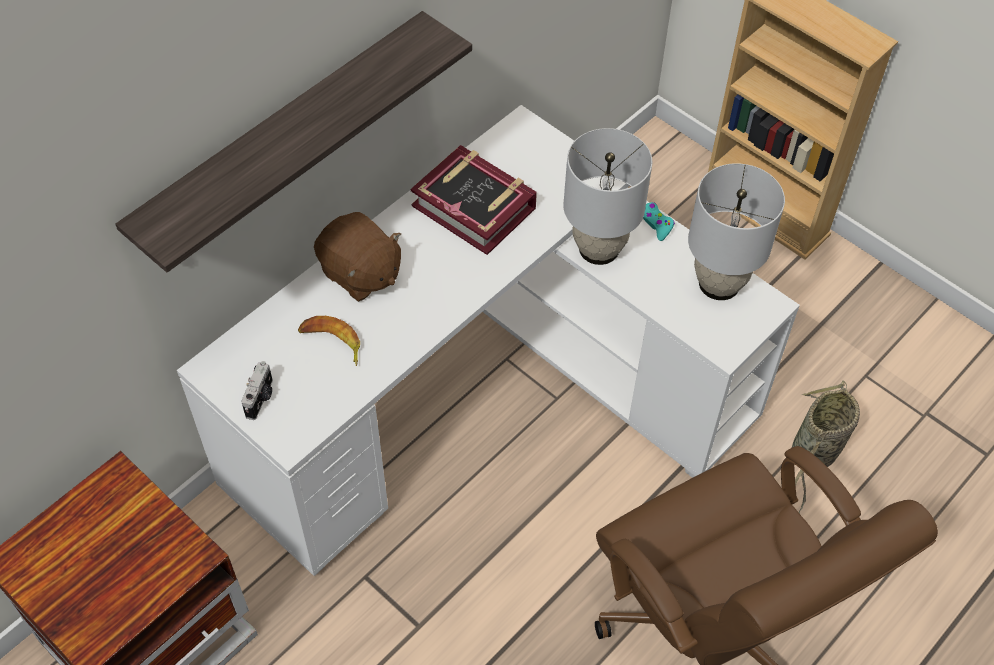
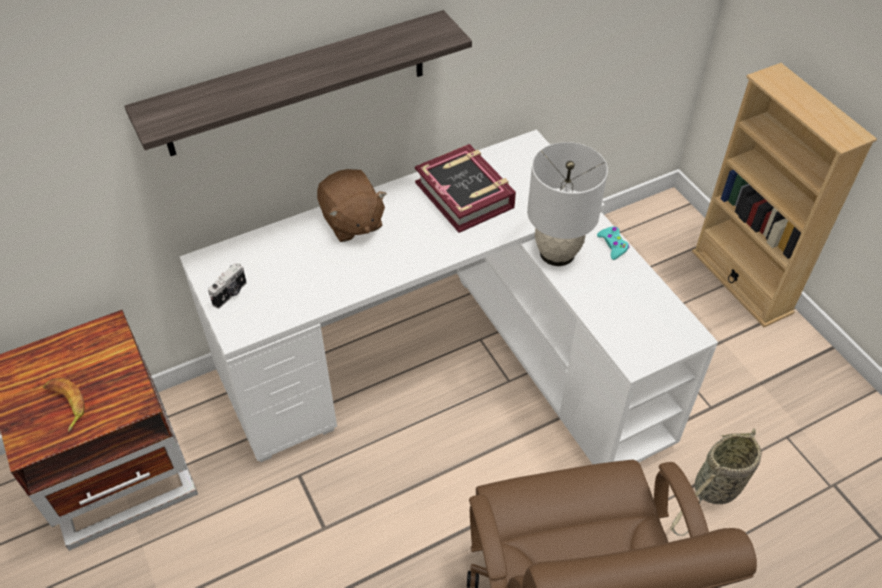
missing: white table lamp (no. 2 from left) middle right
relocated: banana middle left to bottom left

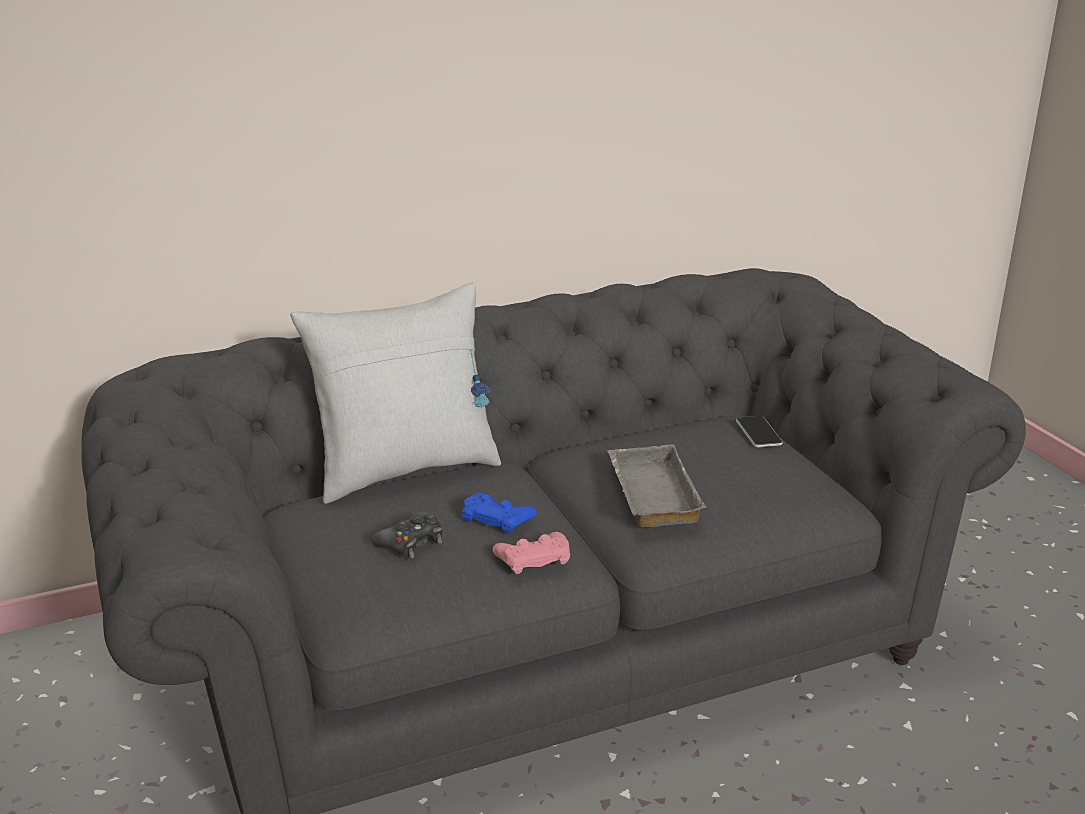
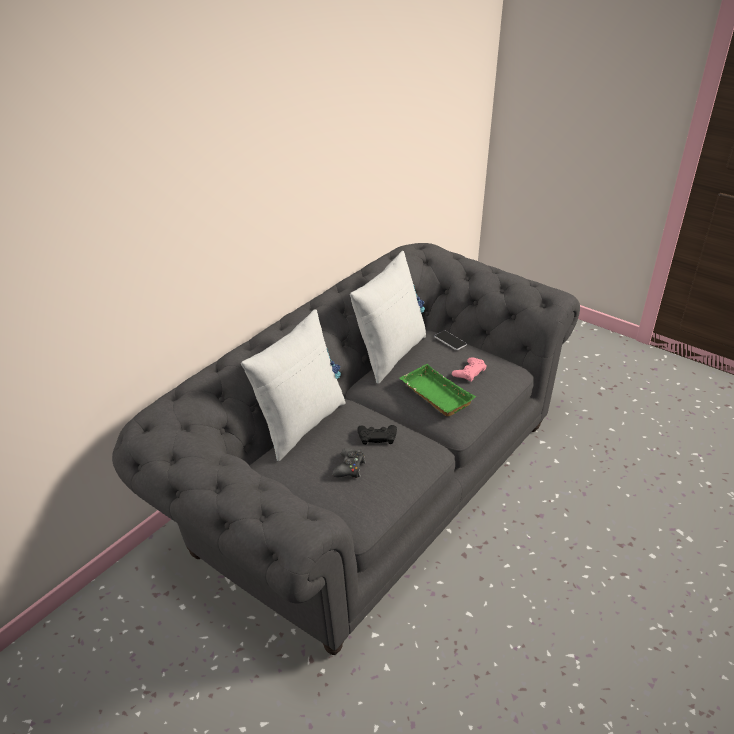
appeared: grey pillow (no. 2 from left) centre
relocated: pink game controller bottom centre to centre
colour: grey tray centre to green tray centre; blue game controller centre to black game controller (no. 2 from left) centre

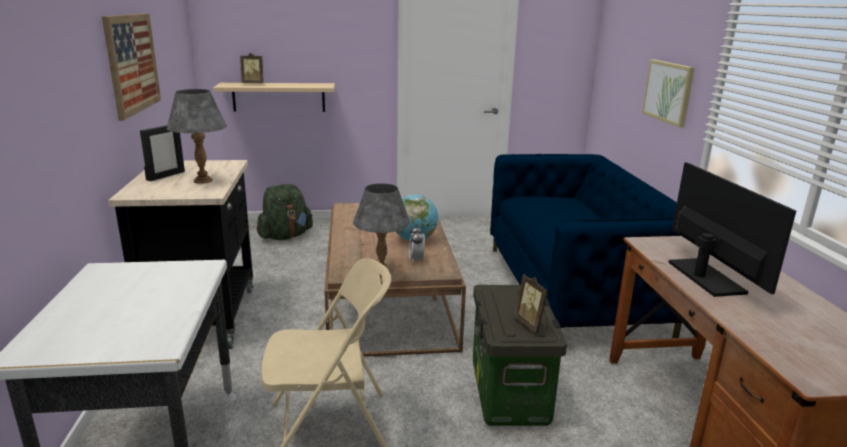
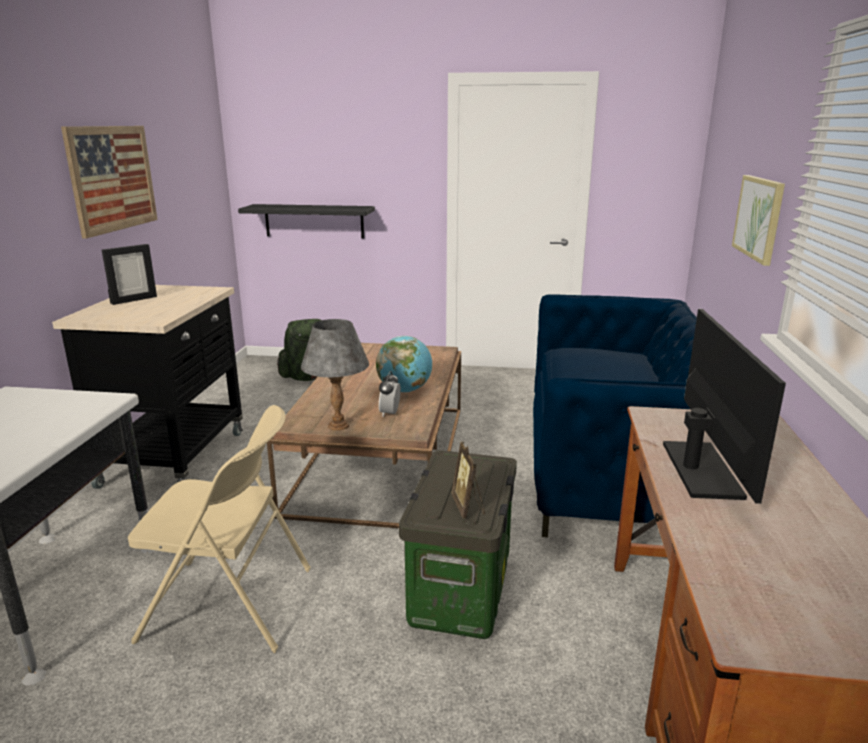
missing: picture frame (no. 2 from left) top left; grey table lamp (no. 1 from left) top left
colour: beige shelf top left to black shelf top centre

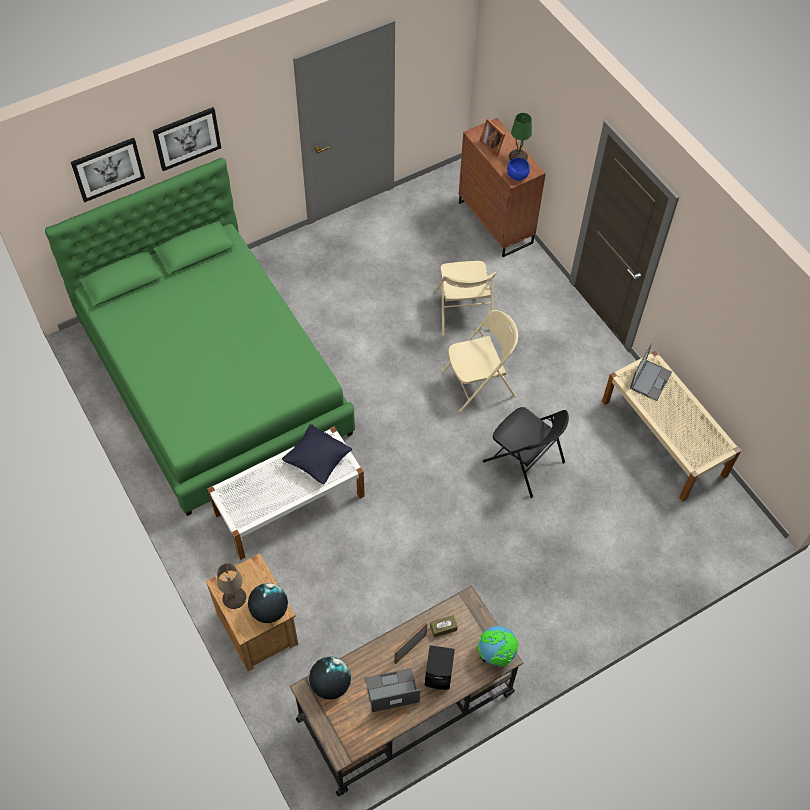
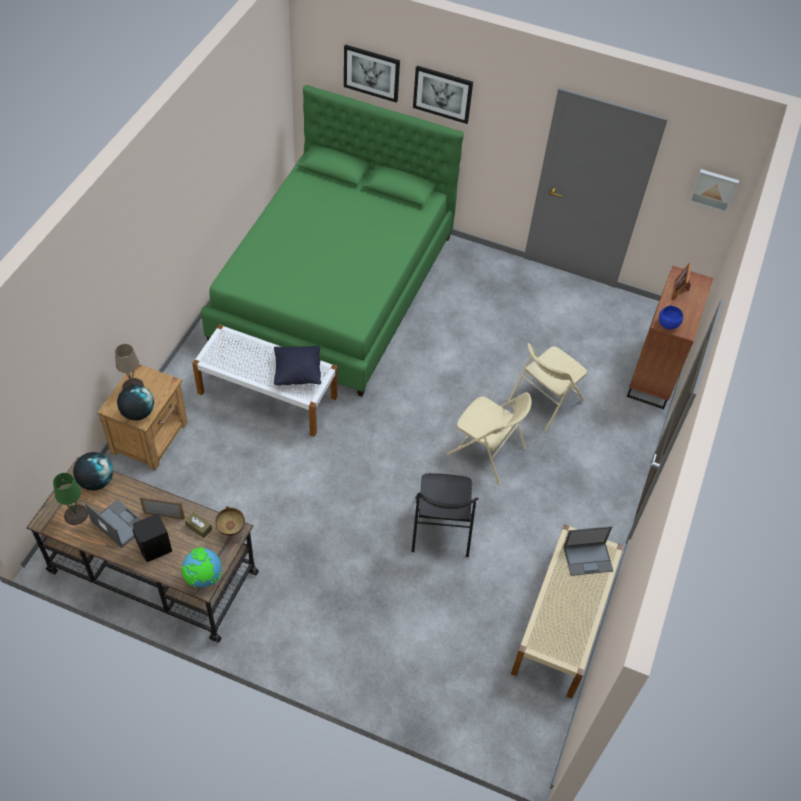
appeared: picture (no. 3 from left) top right; brown bowl middle left
relocated: green table lamp top centre to middle left

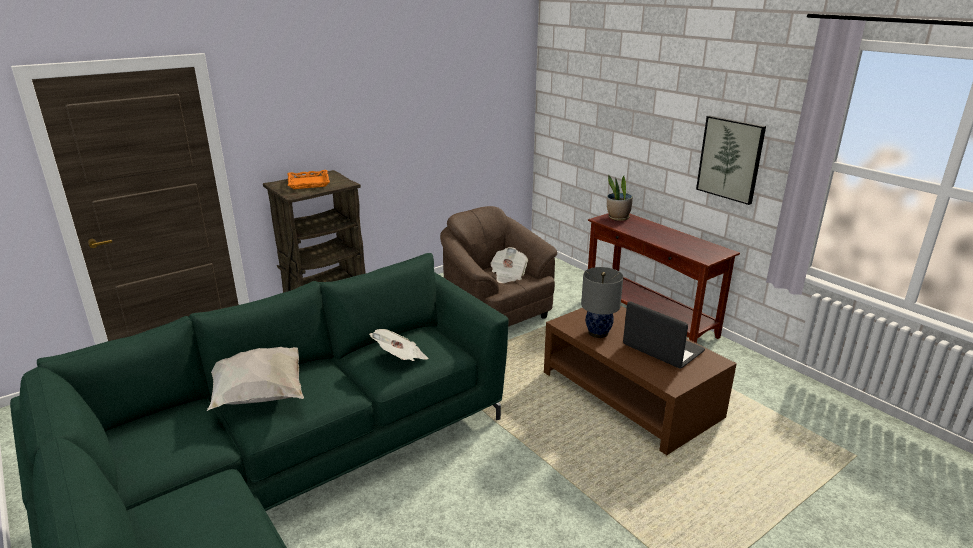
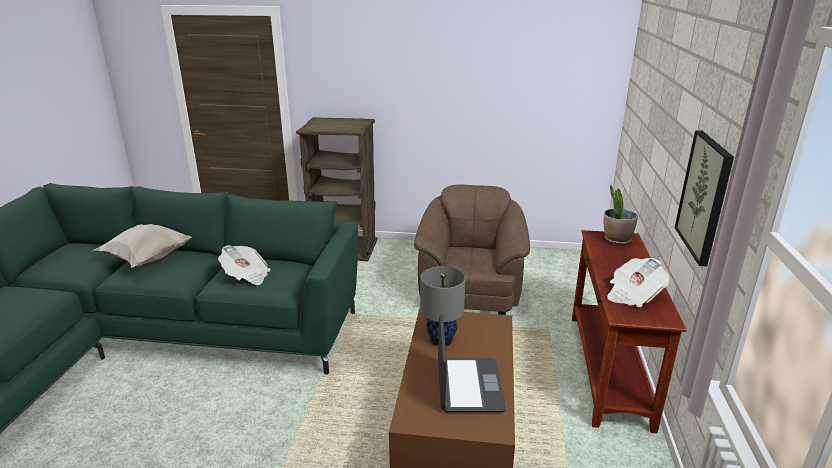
missing: orange tray top left
relocated: newspaper (no. 2 from left) centre to middle right

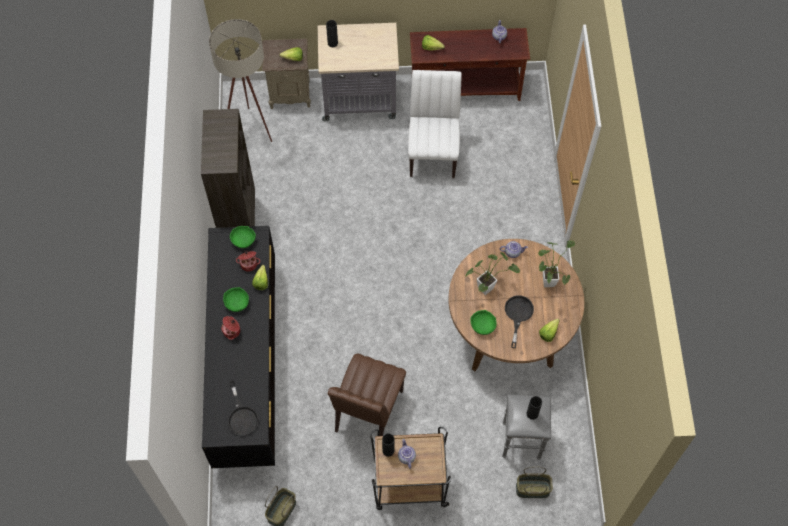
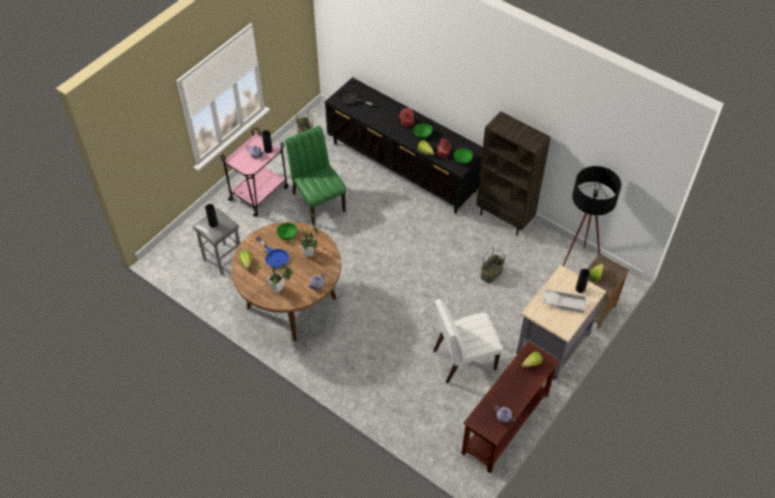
appeared: white tray middle right
relocated: basket (no. 2 from left) bottom right to centre
colour: beige floor lamp top left to black floor lamp middle right; black frying pan (no. 2 from left) centre to blue frying pan centre; brown chair bottom centre to green chair centre; brown cart bottom centre to pink cart middle left
spun: white chair top centre = bottom centre 120 degrees clockwise

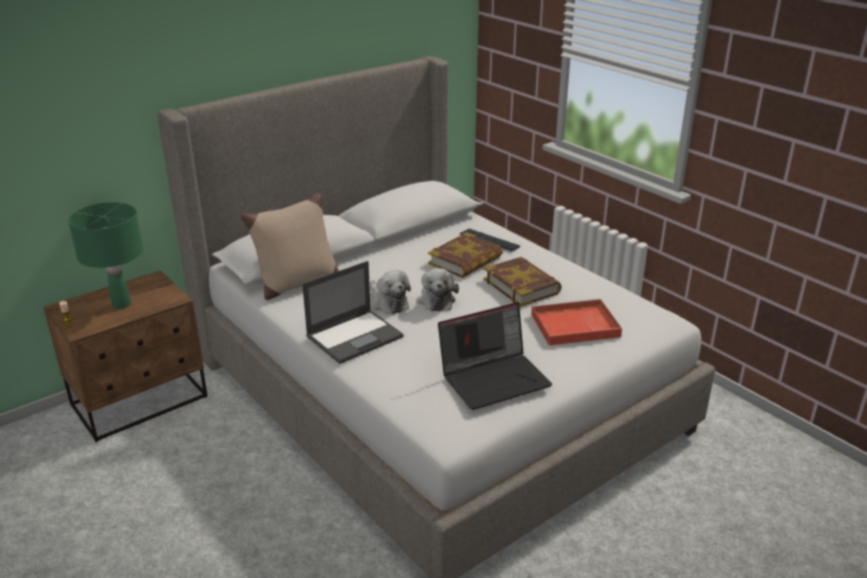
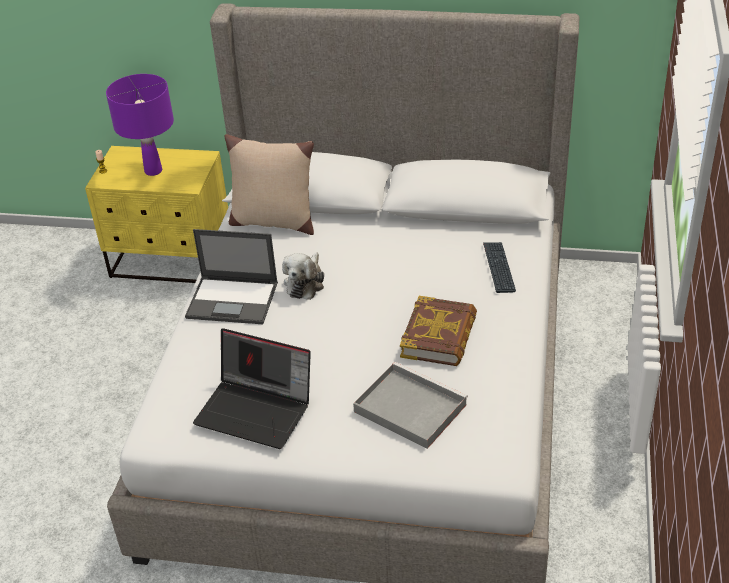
missing: book (no. 1 from left) centre; plush toy (no. 2 from left) centre
colour: green table lamp middle left to purple table lamp top left; brown nightstand middle left to yellow nightstand middle left; red tray centre to grey tray bottom centre

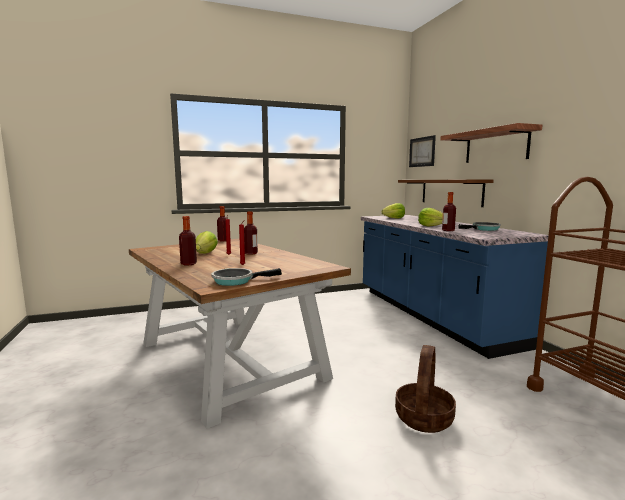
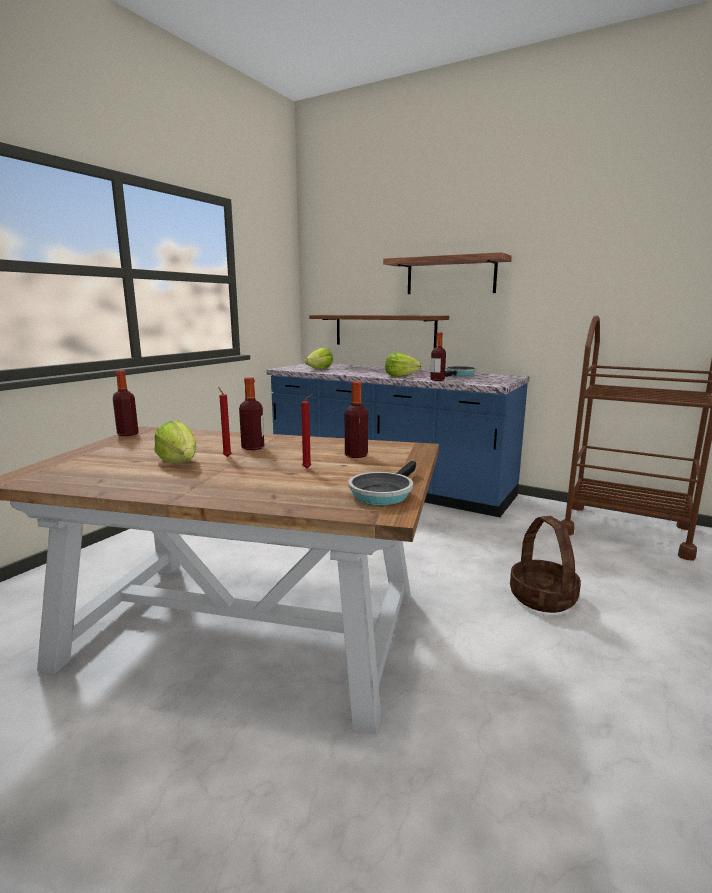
missing: picture top right
relocated: bottle (no. 1 from left in the first image) middle left to bottle (no. 3 from left) centre

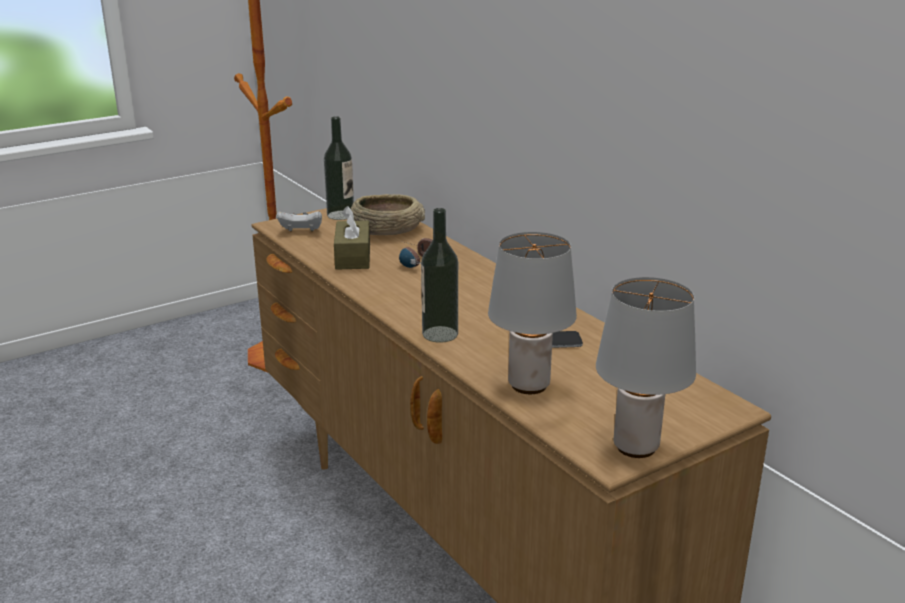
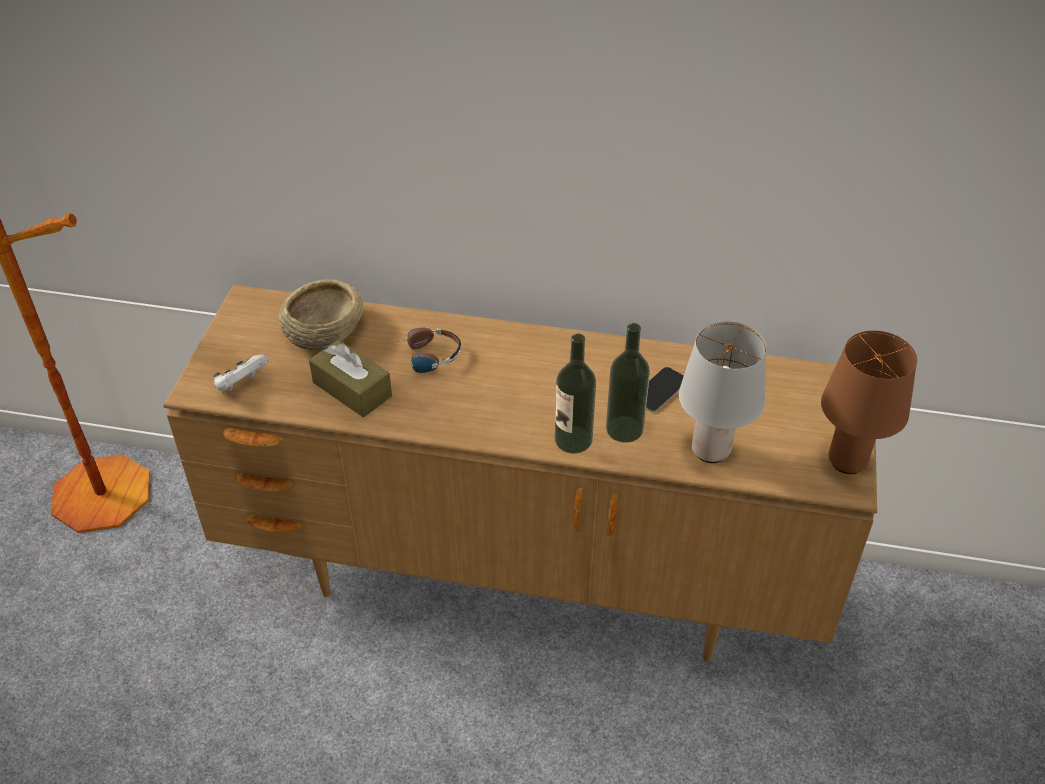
relocated: bottle (no. 1 from left in the first image) top centre to bottle (no. 2 from left) centre
colour: grey table lamp (no. 2 from left) middle right to brown table lamp middle right

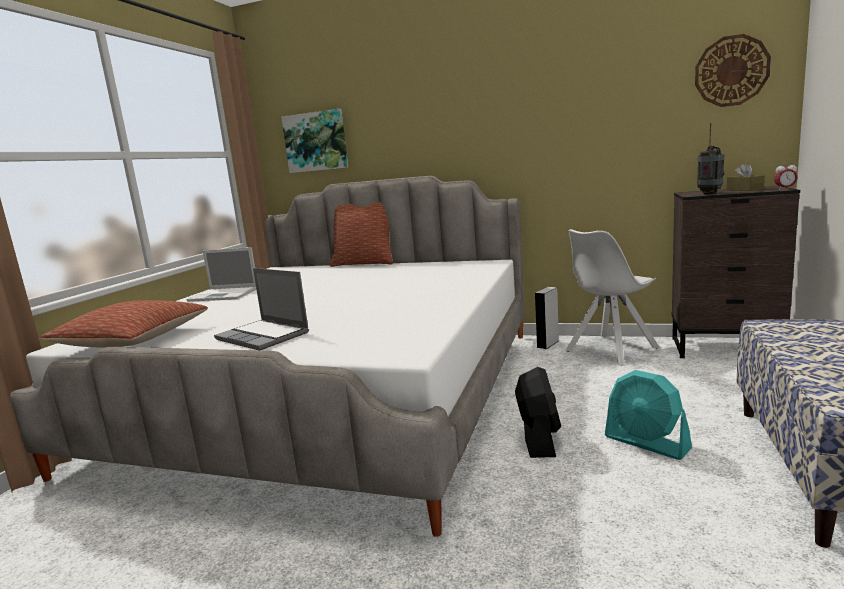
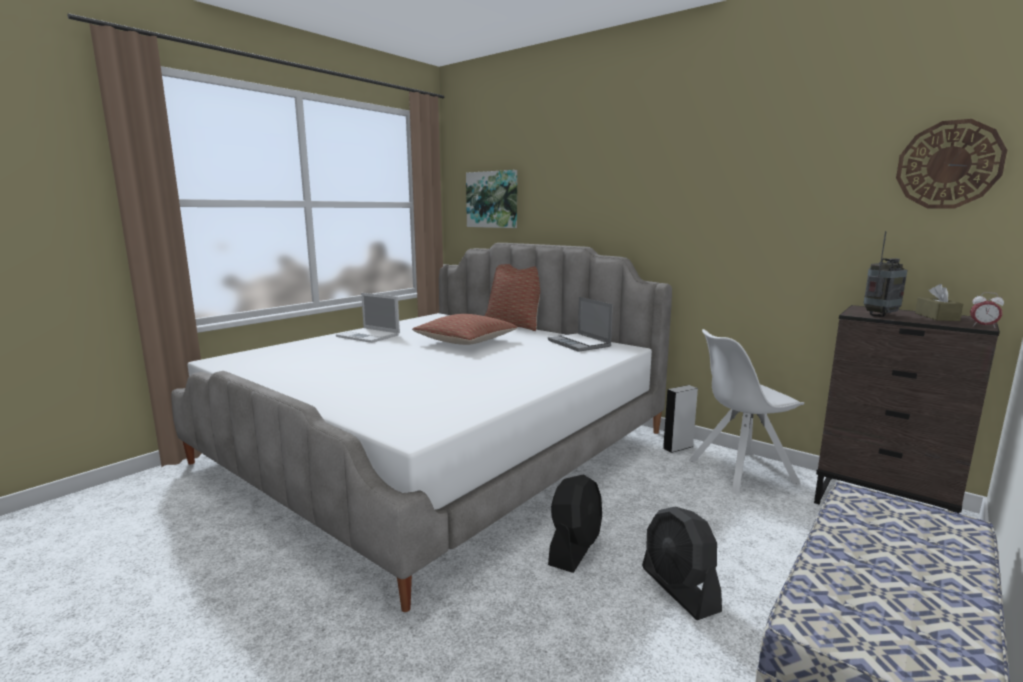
relocated: laptop (no. 2 from left) middle left to centre; pillow (no. 1 from left) middle left to centre
colour: turquoise fan bottom right to black fan (no. 2 from left) bottom right

